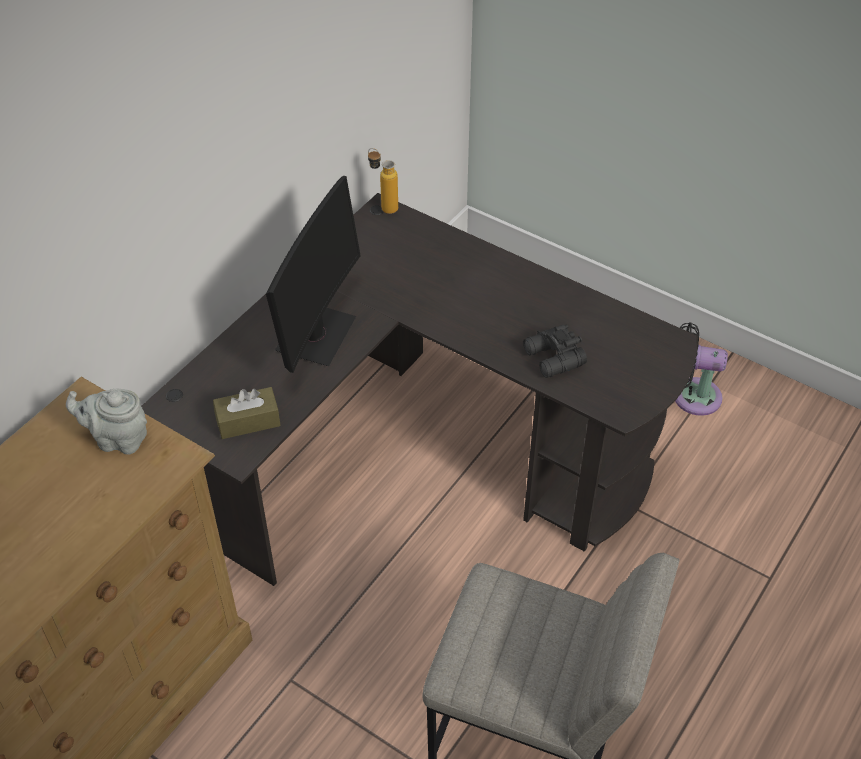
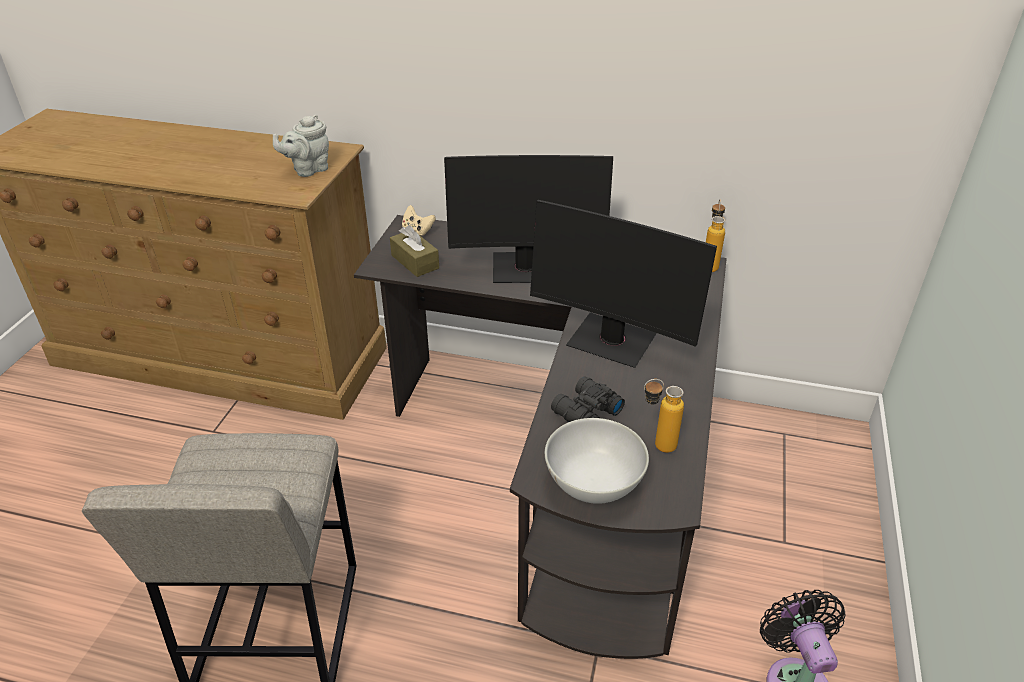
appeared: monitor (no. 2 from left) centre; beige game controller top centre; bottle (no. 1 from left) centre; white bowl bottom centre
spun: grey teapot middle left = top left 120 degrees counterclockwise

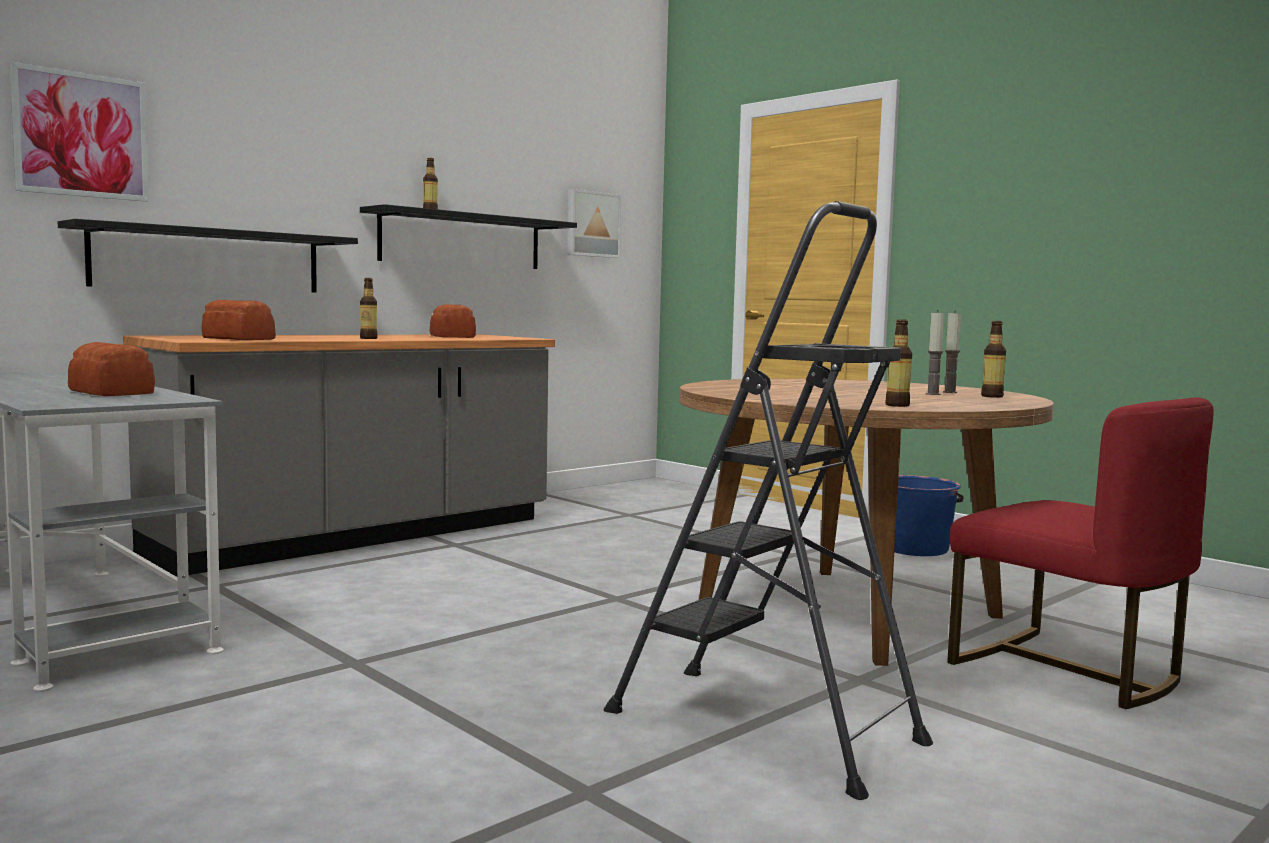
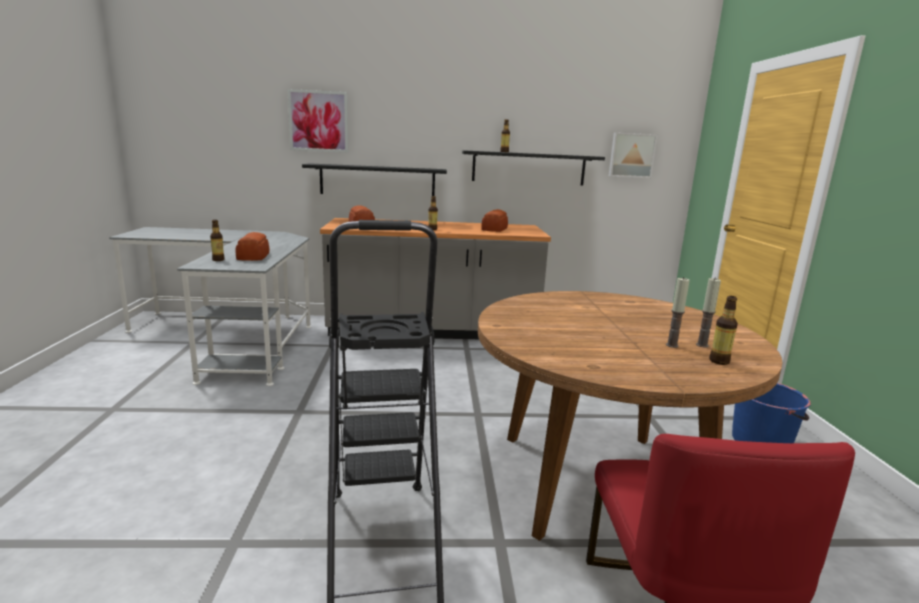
relocated: bottle (no. 3 from left in the first image) middle right to bottle (no. 1 from left) middle left

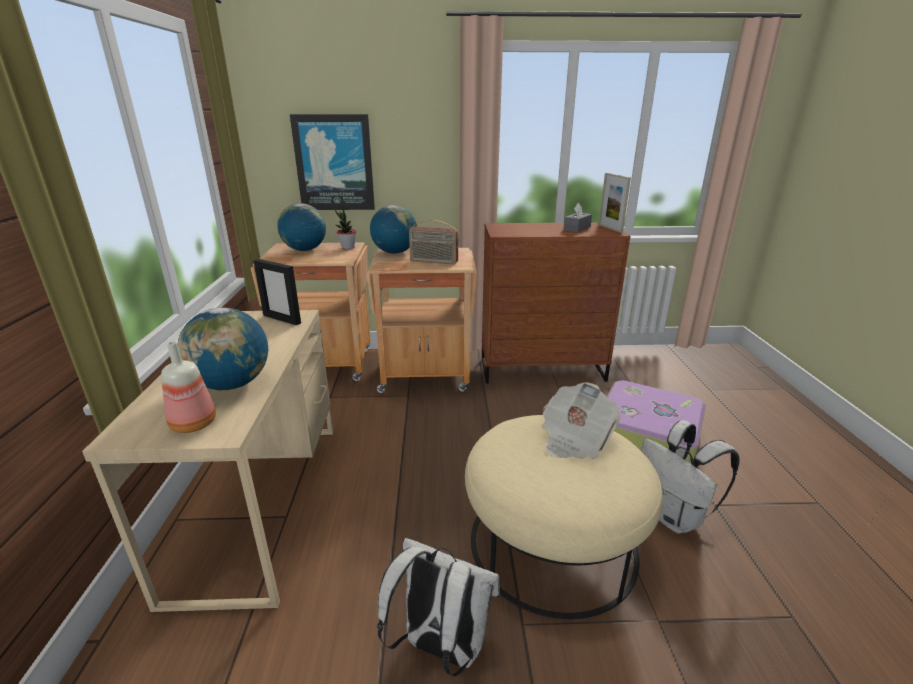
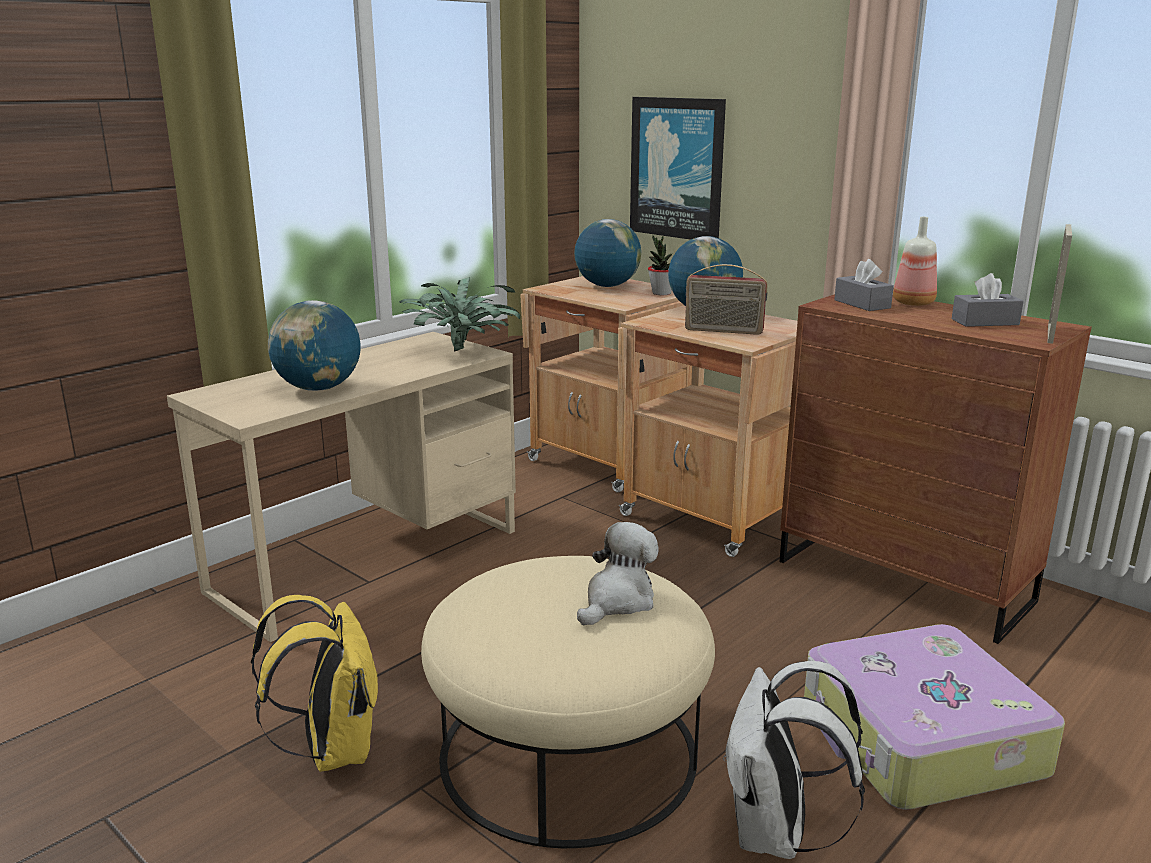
appeared: grey tissue box (no. 1 from left) top right
relocated: bottle middle left to top right
exchanged: picture frame (no. 1 from left) middle left to potted plant (no. 1 from left) centre; newspaper centre to plush toy centre
colour: white backpack (no. 1 from left) bottom centre to yellow backpack bottom left
spun: radio centre = centre 45 degrees counterclockwise

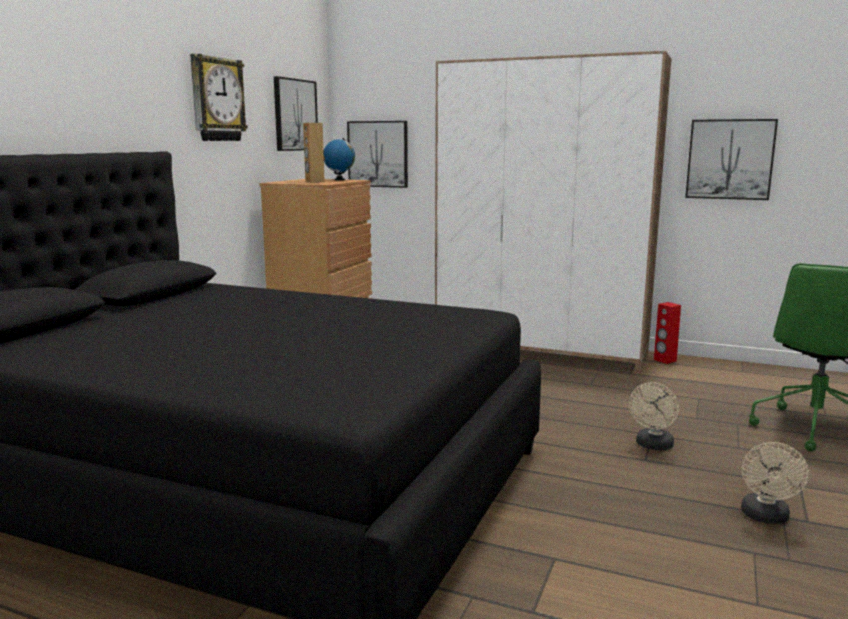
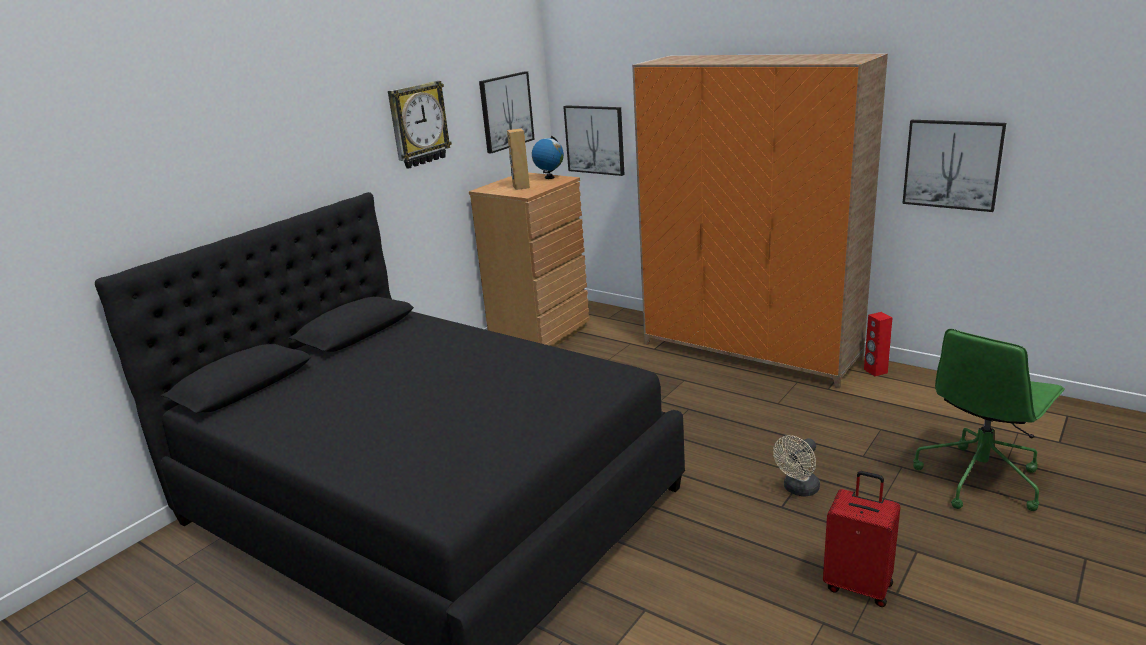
exchanged: beige fan (no. 2 from left) bottom right to red suitcase bottom right
colour: white wardrobe centre to orange wardrobe centre

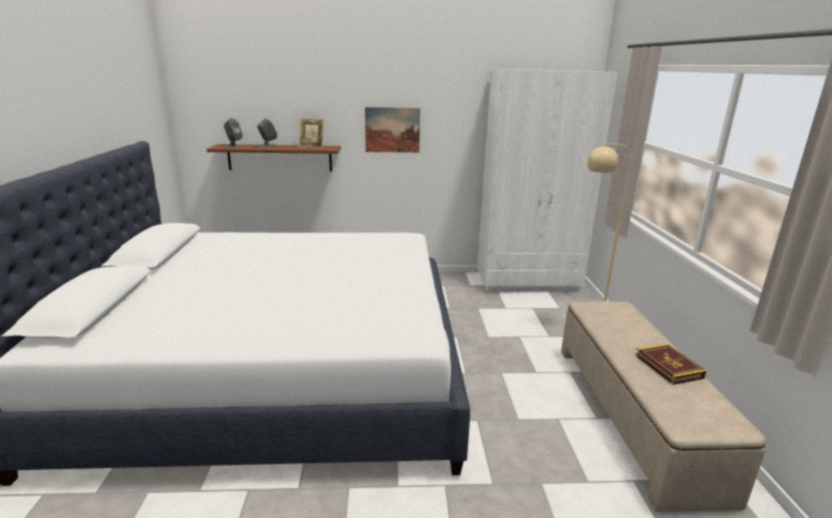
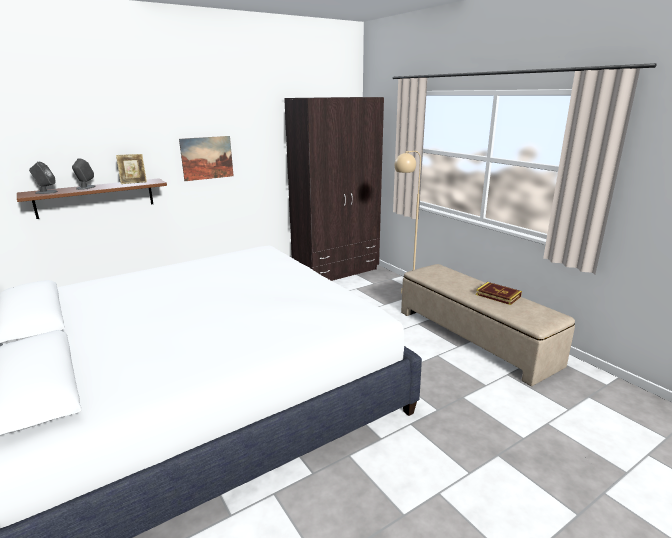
colour: white wardrobe centre to brown wardrobe centre

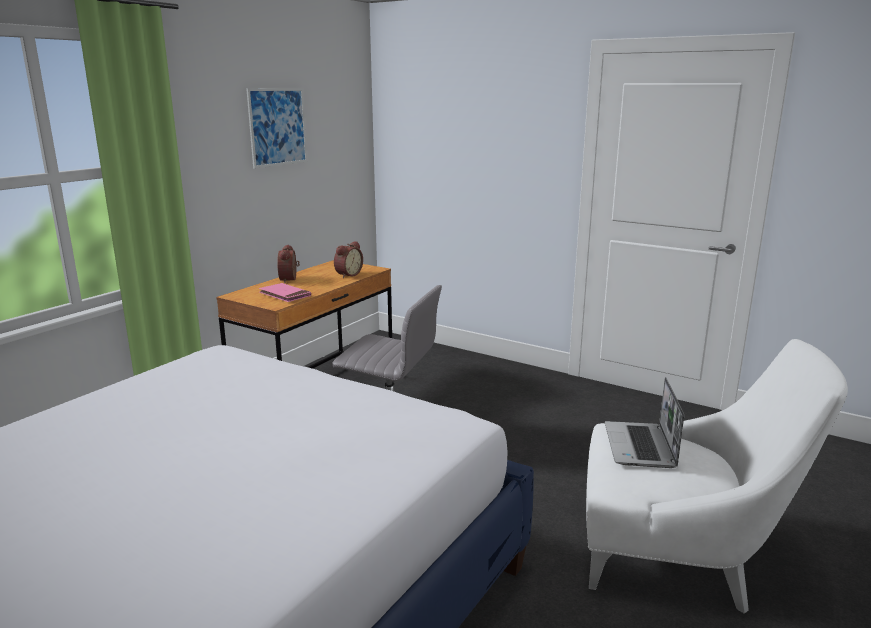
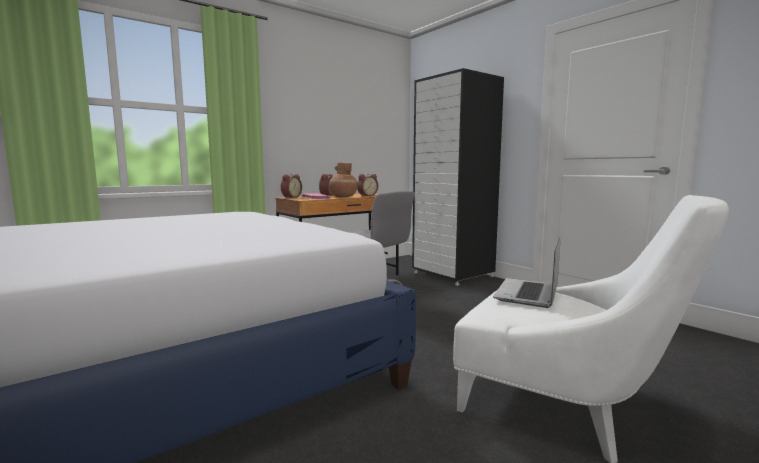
missing: picture top left
appeared: wardrobe centre; brown vase centre; alarm clock (no. 1 from left) centre

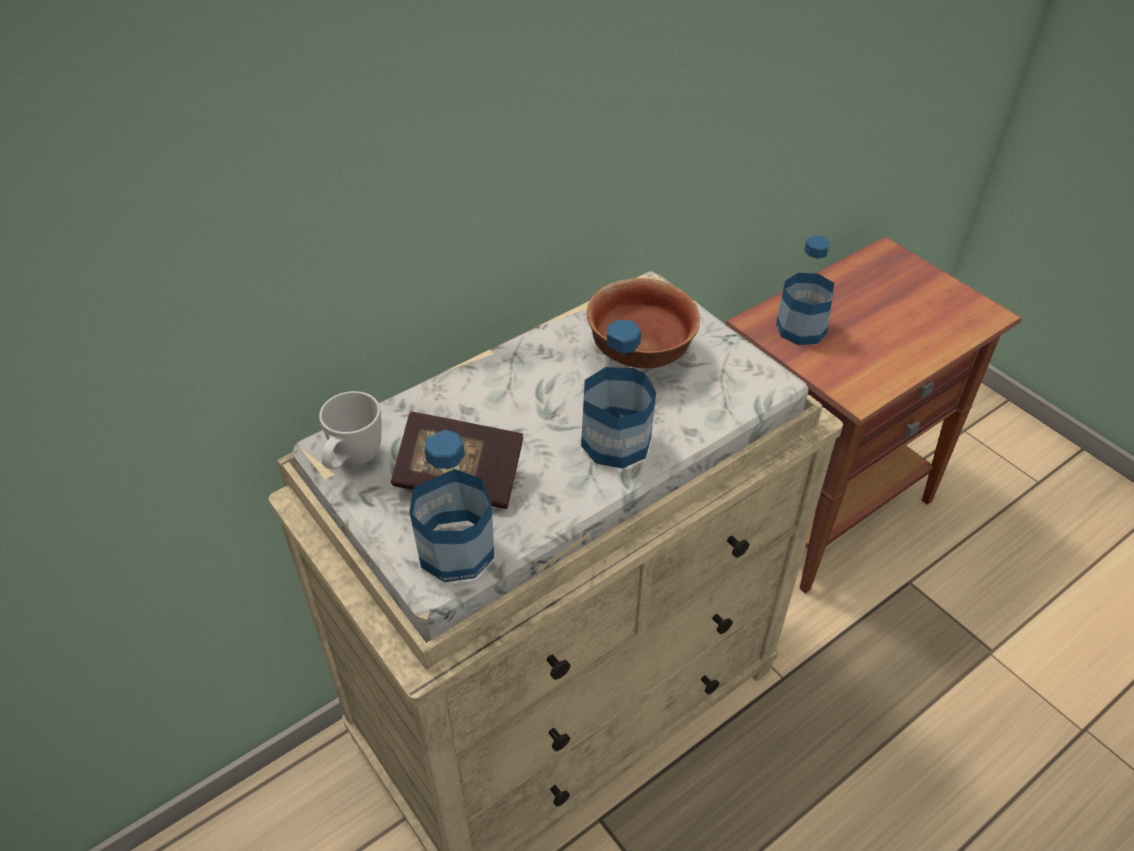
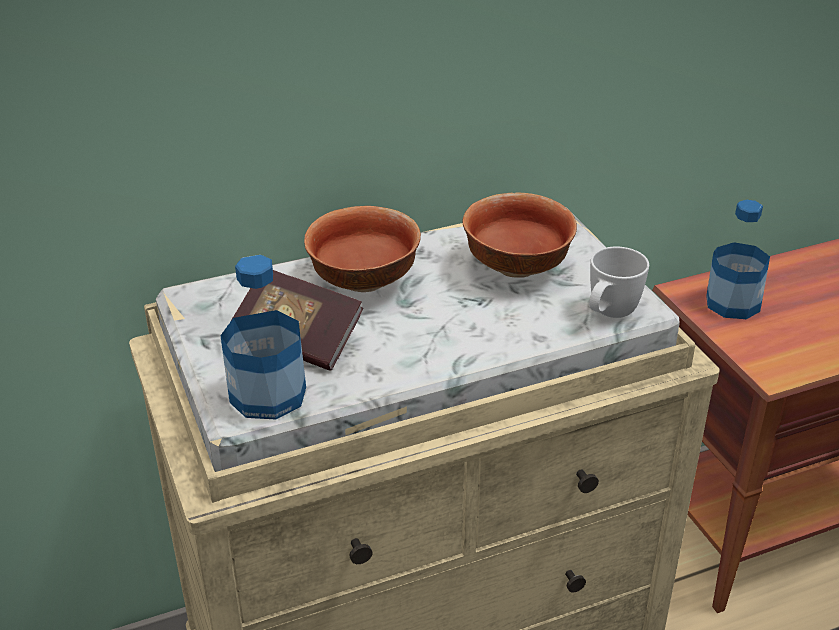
missing: bottle (no. 2 from left) centre
appeared: bowl (no. 1 from left) centre
relocated: white mug middle left to middle right

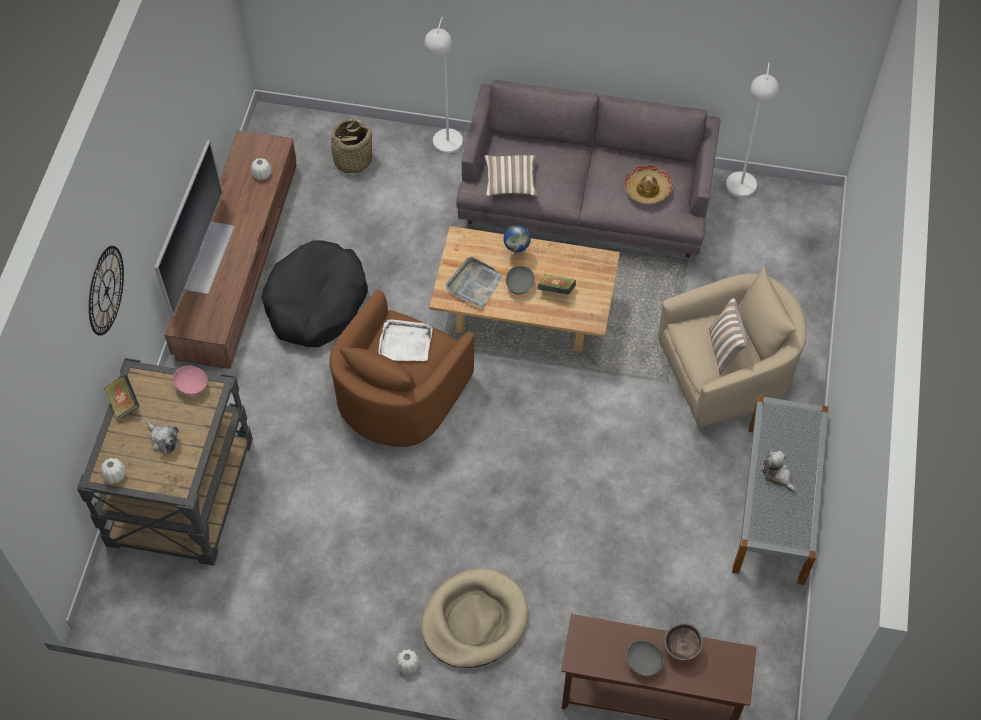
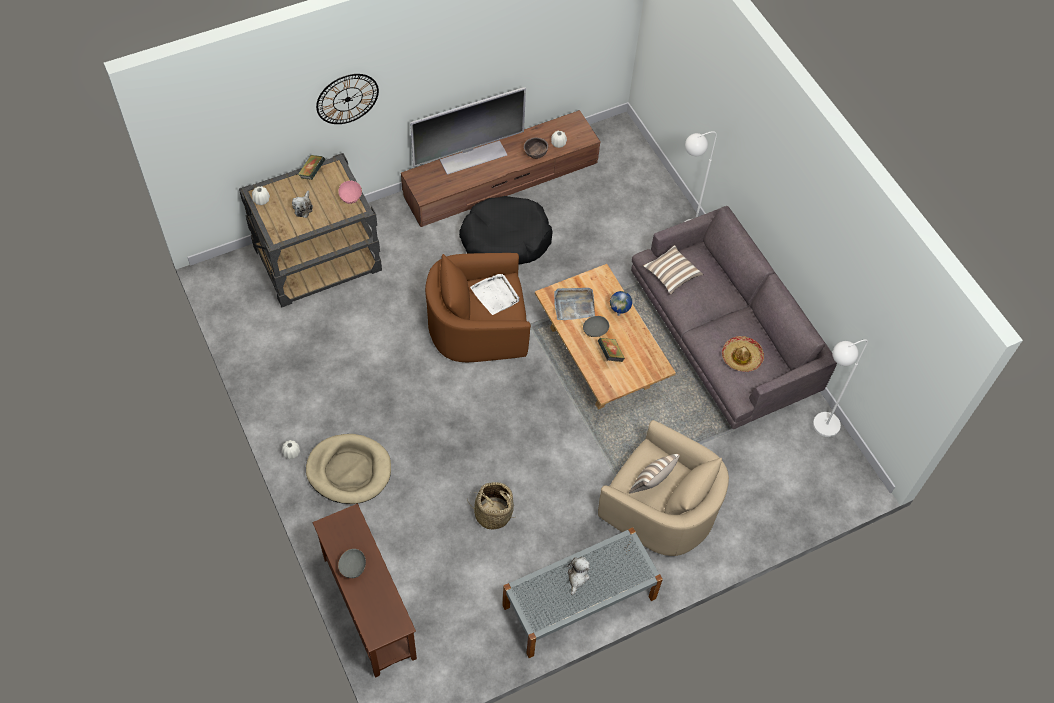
relocated: basket top centre to bottom centre; brown bowl bottom right to top centre

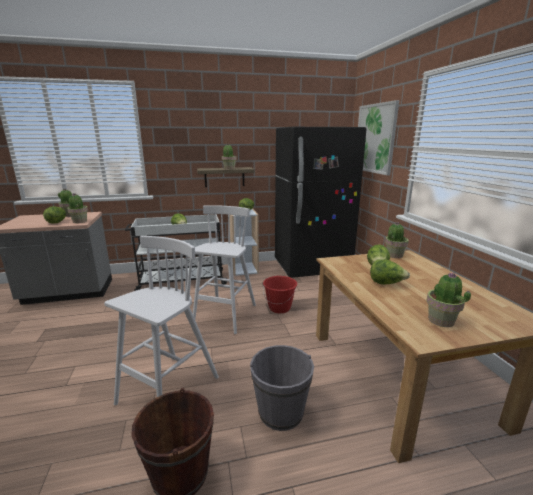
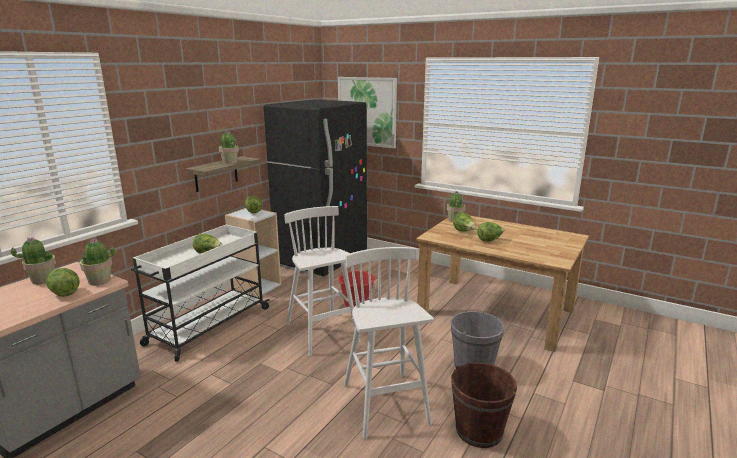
missing: potted plant (no. 5 from left) middle right

